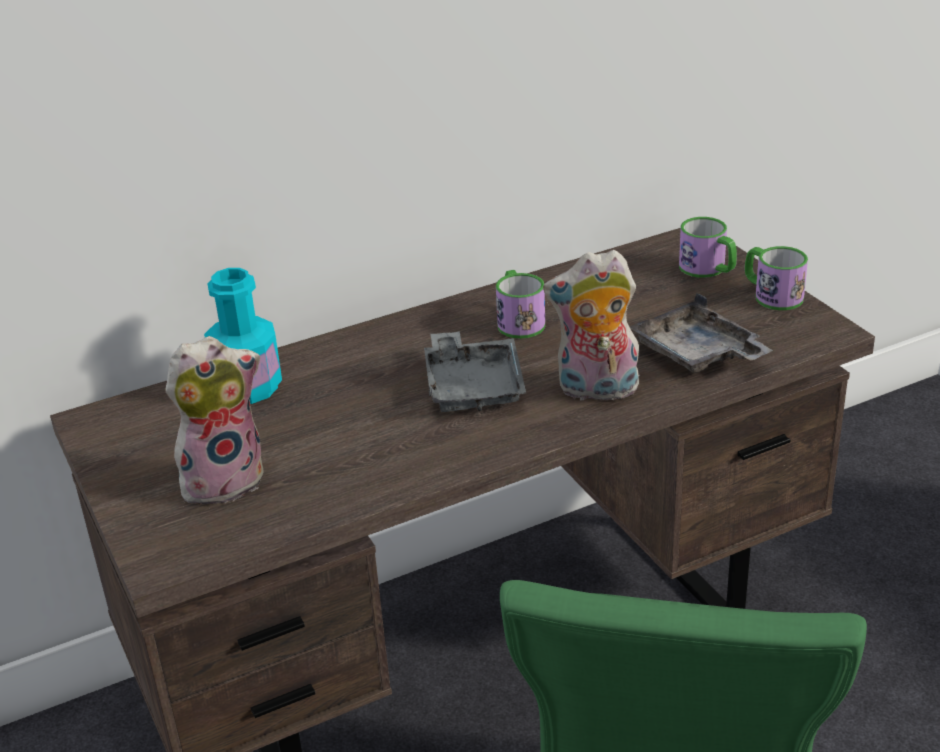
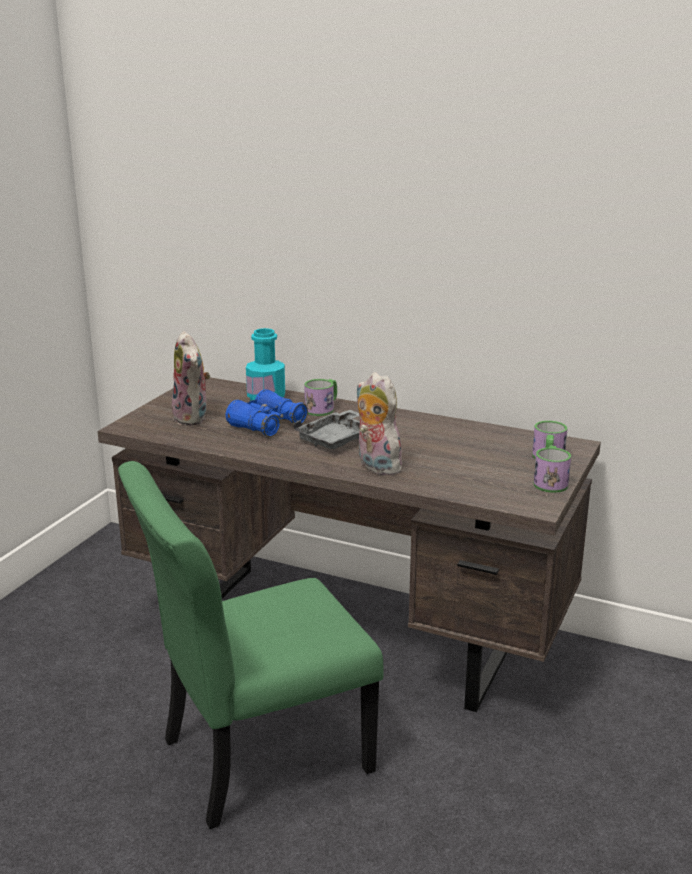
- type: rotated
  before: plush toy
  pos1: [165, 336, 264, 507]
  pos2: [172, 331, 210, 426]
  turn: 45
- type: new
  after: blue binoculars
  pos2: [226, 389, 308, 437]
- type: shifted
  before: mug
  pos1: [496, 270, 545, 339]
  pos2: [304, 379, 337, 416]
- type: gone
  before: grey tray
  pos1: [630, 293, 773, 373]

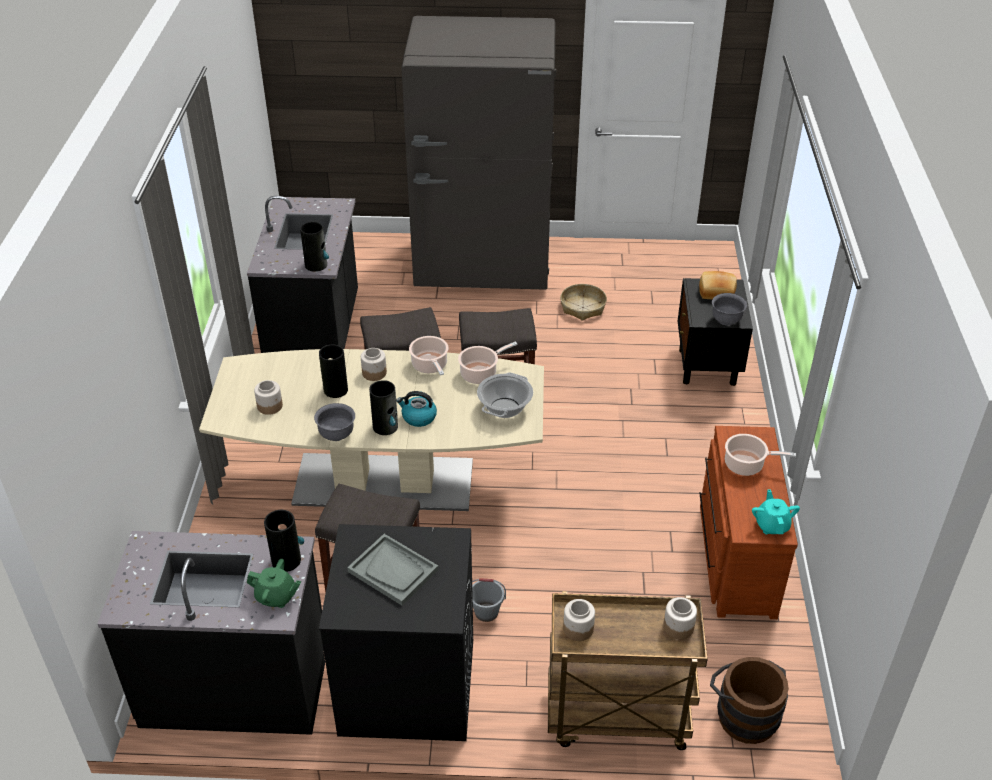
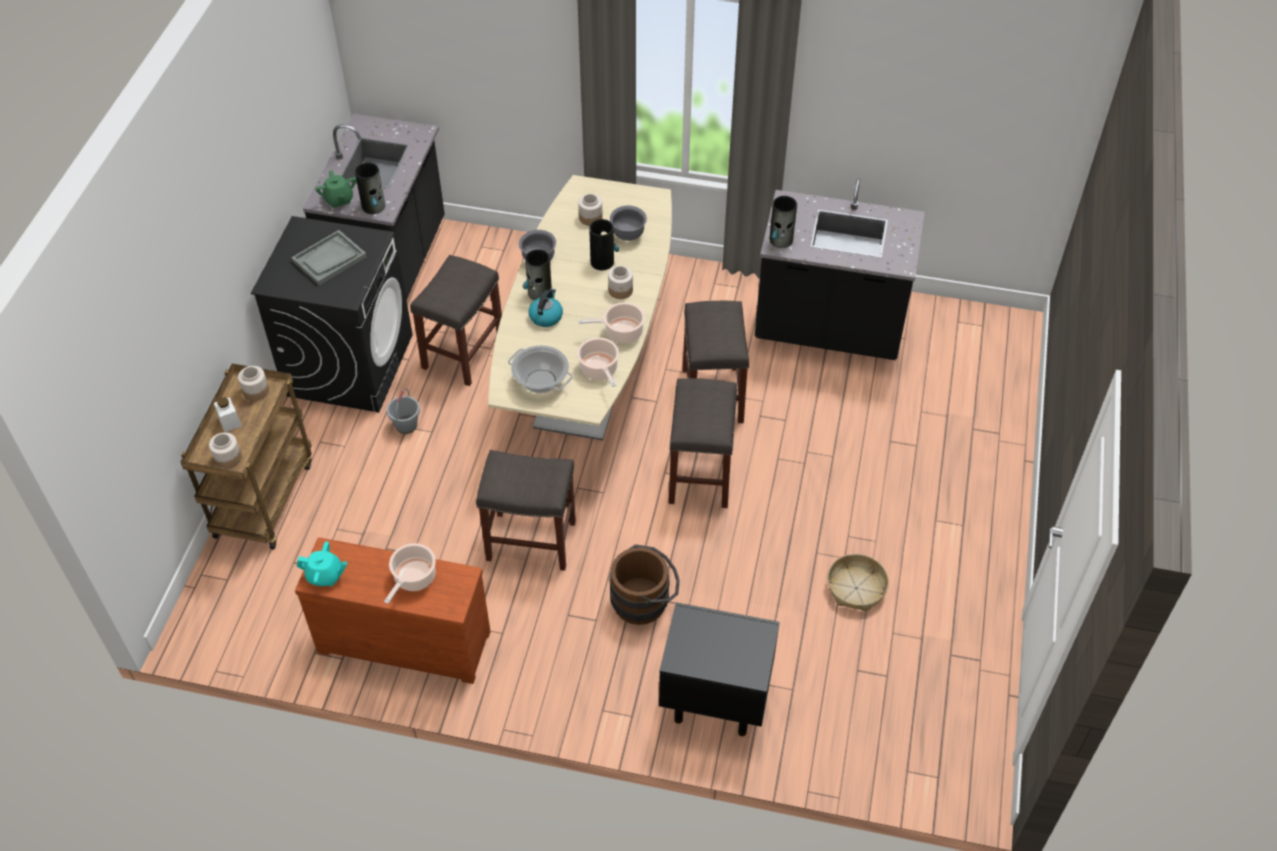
- type: new
  after: white jar
  pos2: [214, 397, 242, 432]
- type: rotated
  before: green teapot
  pos1: [247, 559, 301, 608]
  pos2: [316, 170, 356, 208]
  turn: -45
- type: new
  after: grey stool
  pos2: [476, 450, 576, 571]
- type: shifted
  before: grey bowl
  pos1: [712, 293, 747, 325]
  pos2: [610, 206, 647, 241]
- type: shifted
  before: brown bucket
  pos1: [710, 657, 789, 744]
  pos2: [610, 544, 680, 625]
- type: gone
  before: grey fridge
  pos1: [402, 16, 556, 290]
- type: gone
  before: bread
  pos1: [699, 271, 737, 299]

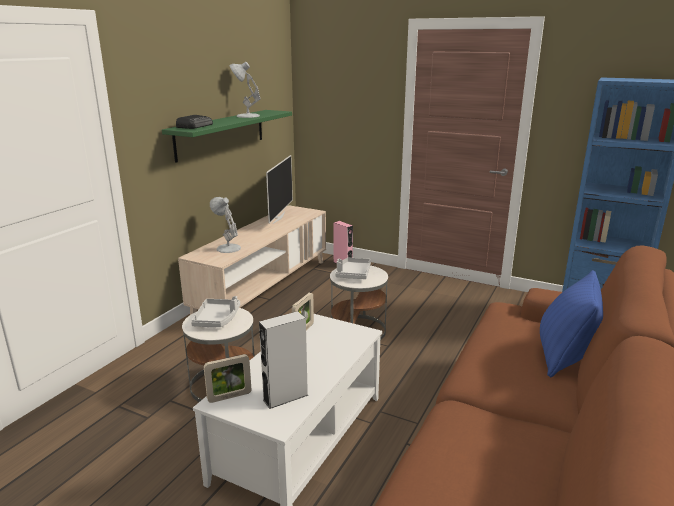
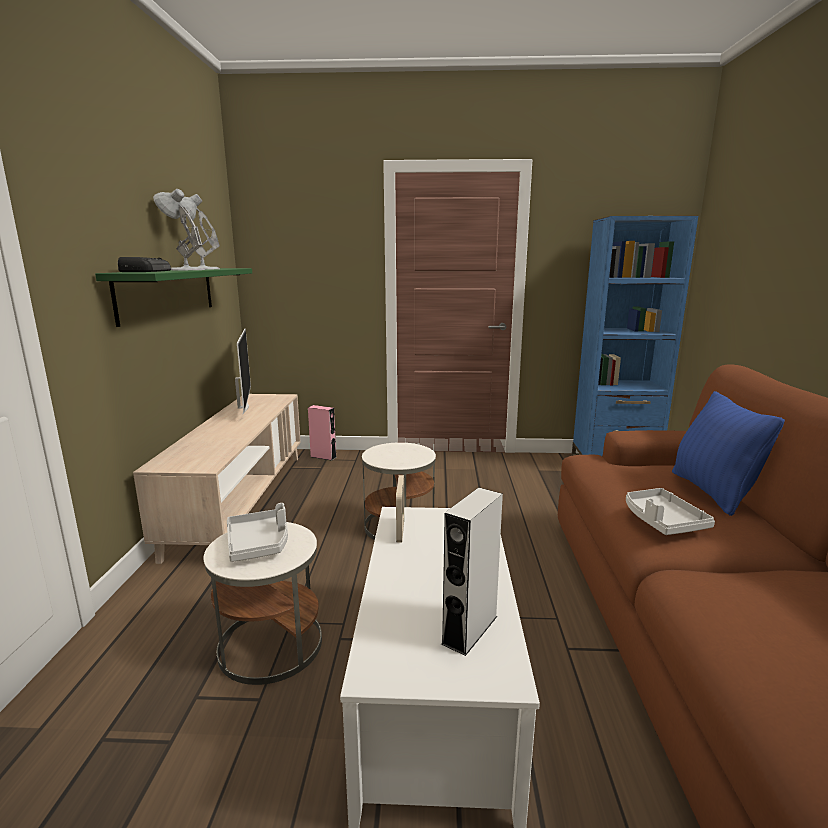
- type: shifted
  before: white table lamp
  pos1: [210, 197, 241, 253]
  pos2: [153, 189, 205, 270]
- type: shifted
  before: grey tray
  pos1: [335, 258, 371, 279]
  pos2: [626, 488, 715, 535]
- type: gone
  before: picture frame
  pos1: [204, 354, 251, 403]

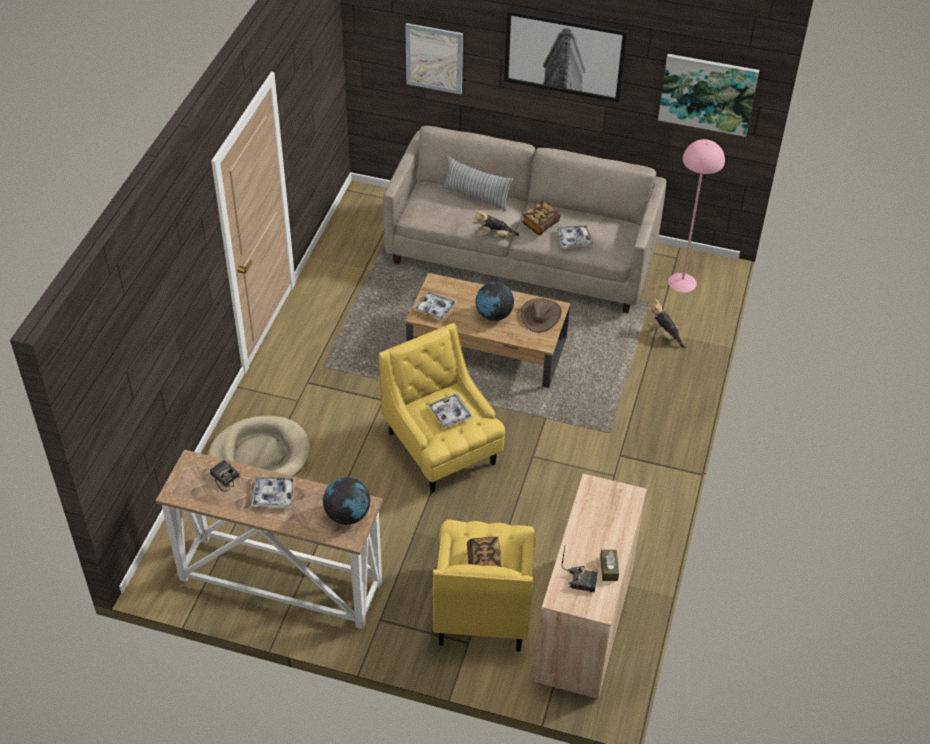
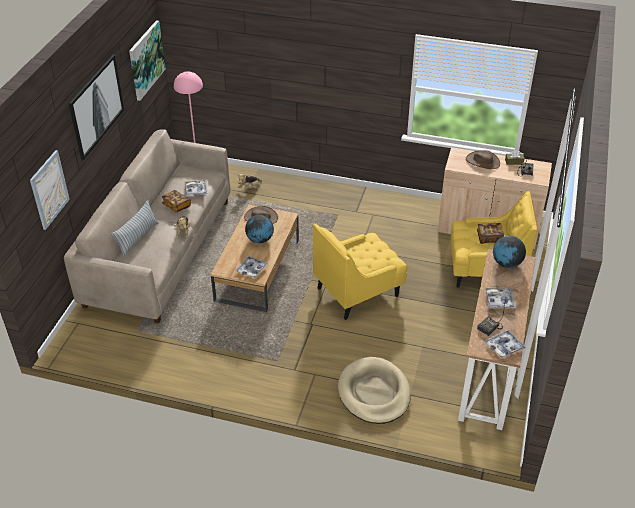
- type: new
  after: brown hat
  pos2: [466, 150, 500, 169]
- type: shifted
  before: tray
  pos1: [427, 394, 473, 428]
  pos2: [484, 330, 526, 359]

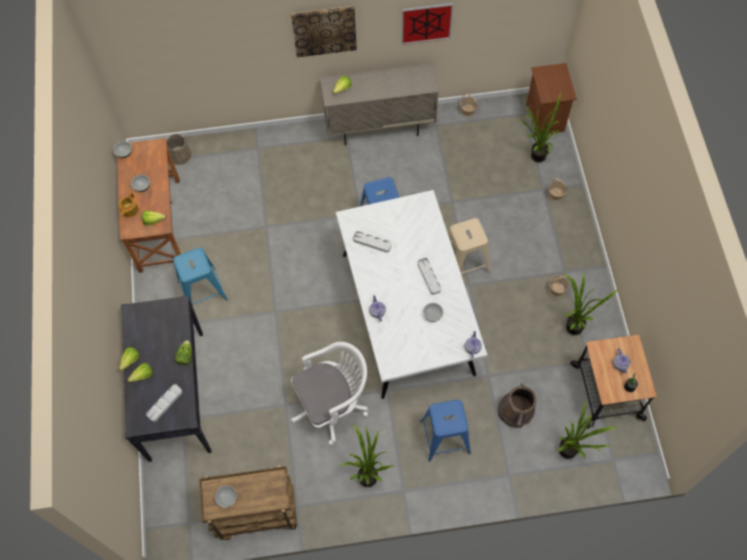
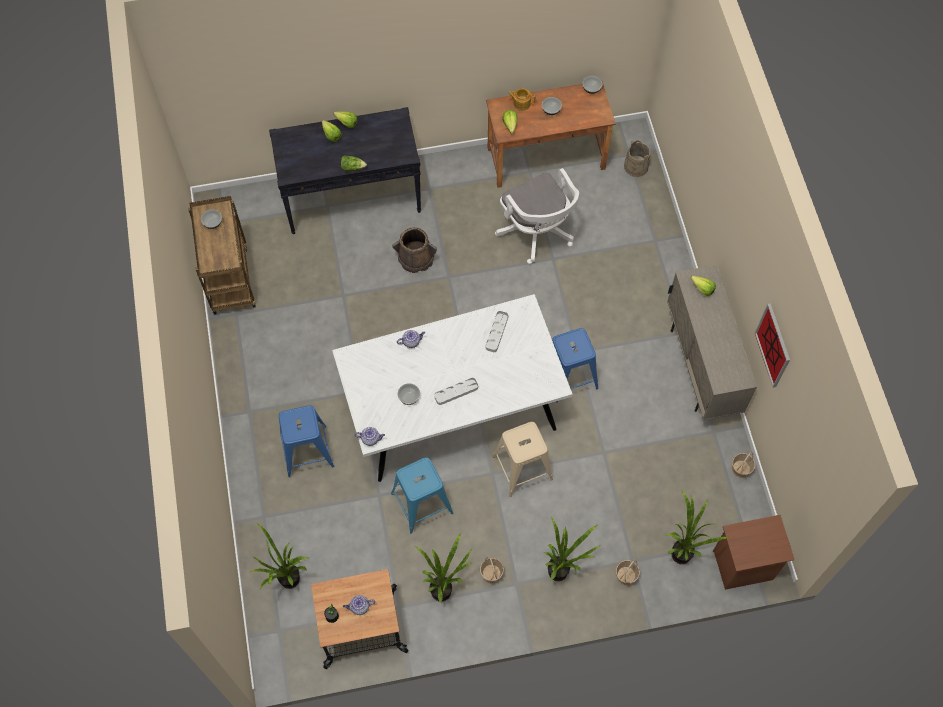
- type: shifted
  before: blue stool
  pos1: [173, 248, 228, 304]
  pos2: [391, 457, 453, 534]
- type: shifted
  before: brown bucket
  pos1: [497, 384, 536, 428]
  pos2: [392, 227, 437, 273]
- type: shifted
  before: white office chair
  pos1: [291, 342, 368, 445]
  pos2: [495, 168, 579, 264]
- type: shifted
  before: potted plant
  pos1: [339, 424, 394, 487]
  pos2: [544, 517, 602, 581]
- type: gone
  before: grey tray
  pos1: [146, 384, 182, 422]
- type: gone
  before: picture
  pos1: [291, 6, 357, 57]

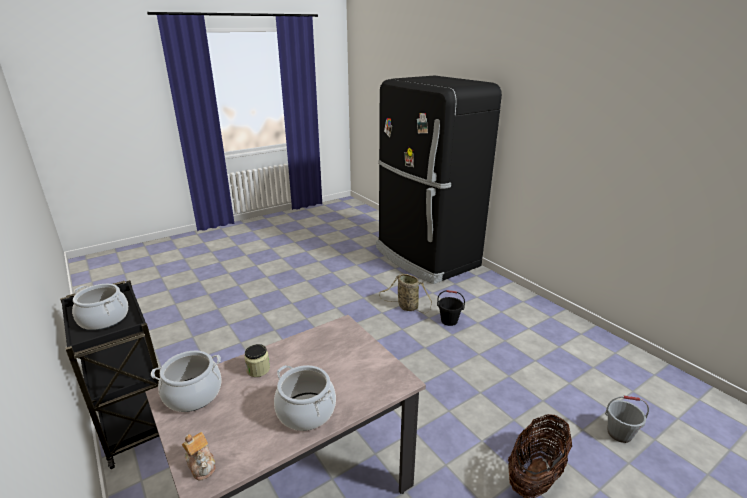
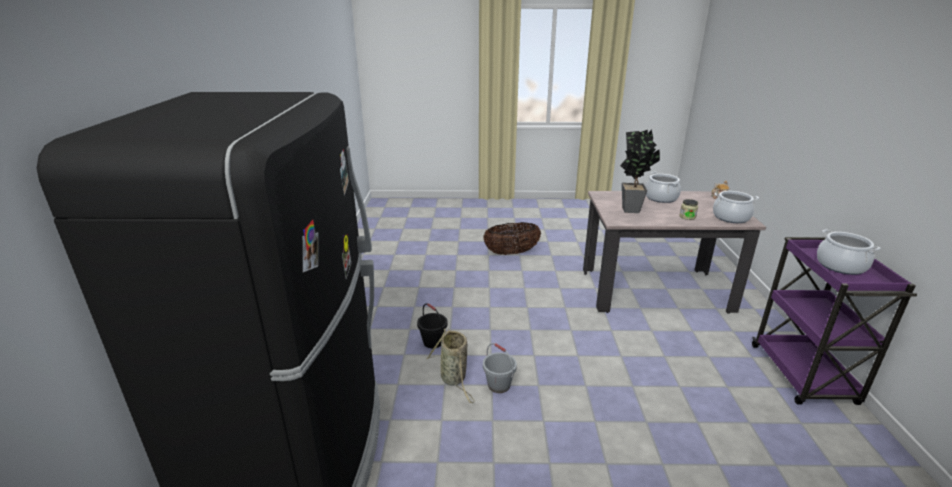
- type: shifted
  before: grey bucket
  pos1: [605, 396, 649, 443]
  pos2: [483, 343, 517, 393]
- type: new
  after: potted plant
  pos2: [620, 129, 660, 213]
- type: repainted
  before: black cart
  after: purple cart
  pos1: [60, 280, 160, 469]
  pos2: [752, 237, 917, 405]

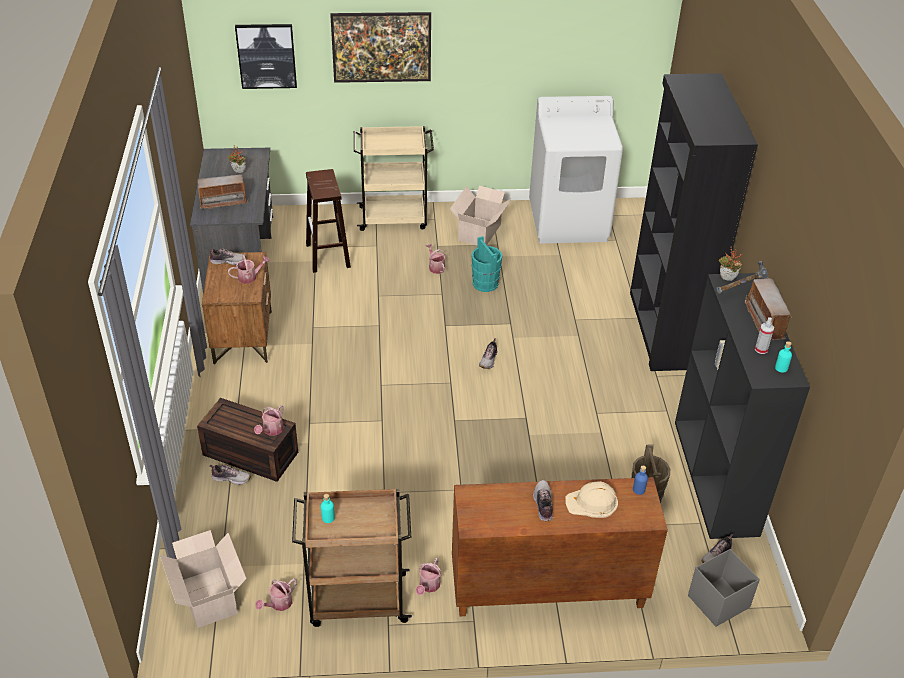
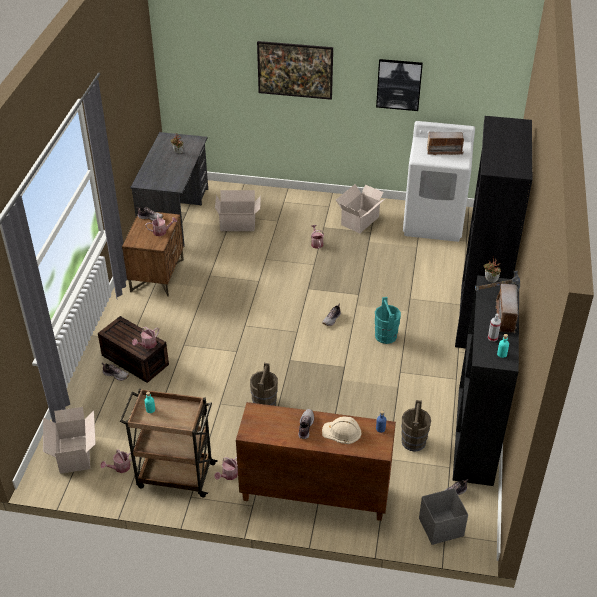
- type: swapped
  before: brown stool
  after: cardboard box
  pos1: [306, 169, 351, 273]
  pos2: [215, 190, 261, 231]
- type: new
  after: brown bucket
  pos2: [250, 363, 278, 406]
- type: shifted
  before: turquoise bucket
  pos1: [472, 236, 503, 292]
  pos2: [375, 297, 401, 344]
- type: shifted
  before: picture
  pos1: [235, 24, 297, 89]
  pos2: [376, 59, 423, 111]
- type: shifted
  before: radio
  pos1: [197, 174, 248, 209]
  pos2: [427, 132, 464, 155]
- type: gone
  before: beige cart
  pos1: [354, 126, 434, 231]

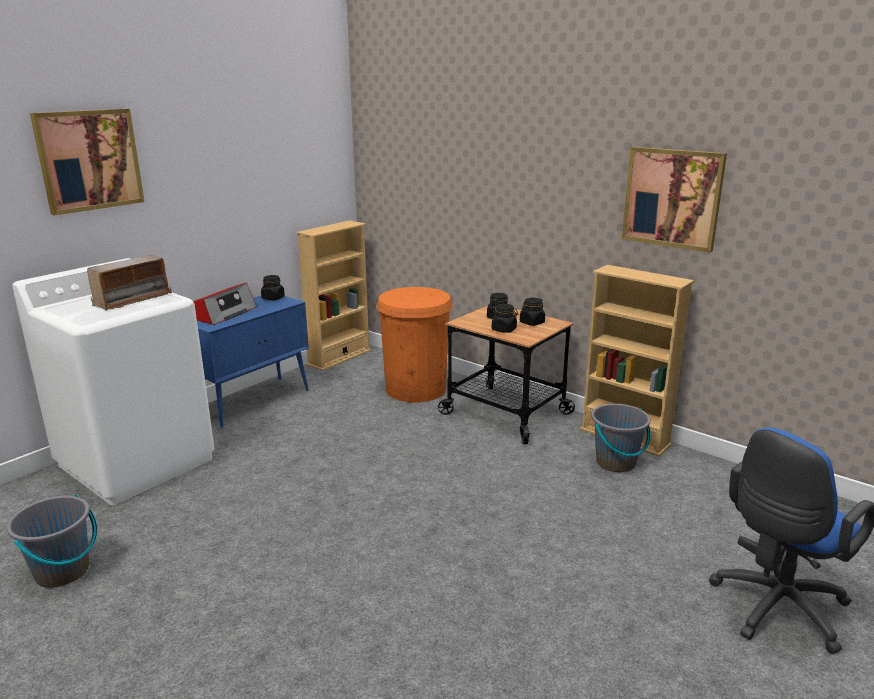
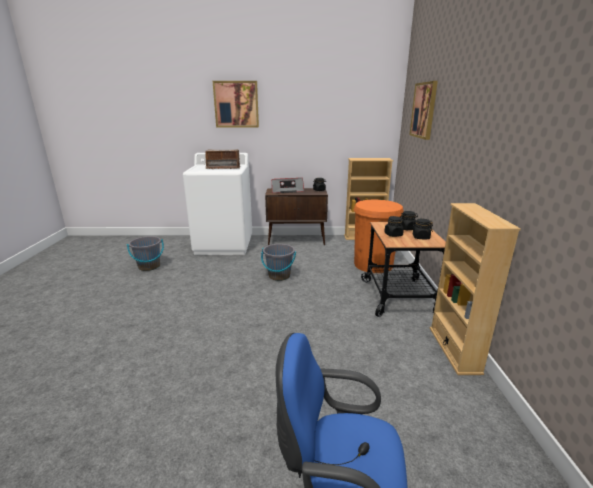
- type: shifted
  before: grey bucket
  pos1: [591, 404, 651, 472]
  pos2: [261, 244, 296, 281]
- type: repainted
  before: blue cabinet
  after: brown cabinet
  pos1: [197, 296, 309, 428]
  pos2: [265, 188, 328, 245]
- type: shifted
  before: picture
  pos1: [622, 147, 727, 253]
  pos2: [410, 81, 438, 140]

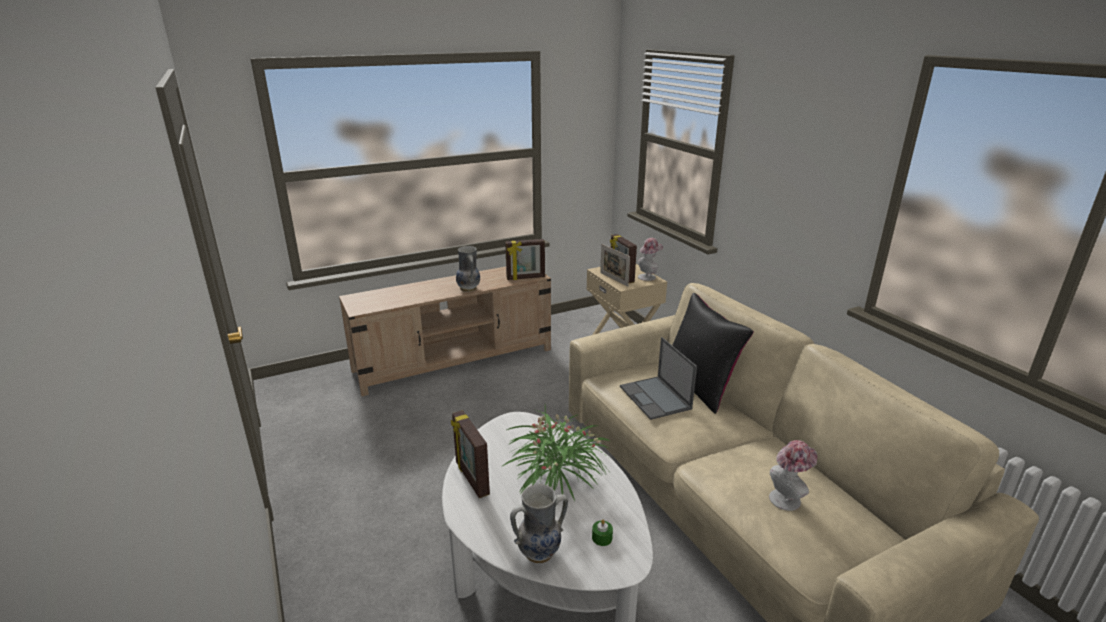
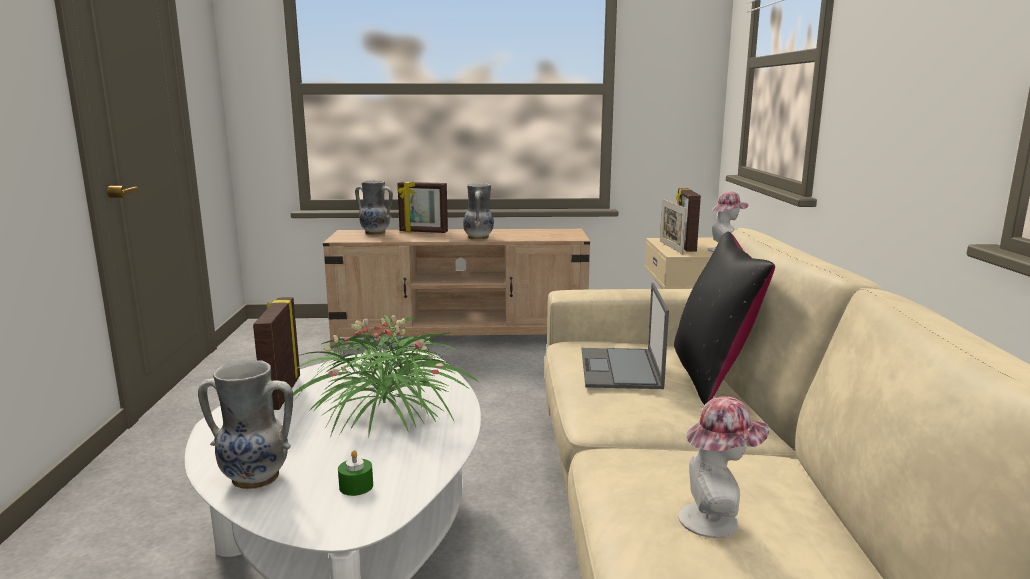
- type: new
  after: vase
  pos2: [355, 180, 393, 235]
- type: shifted
  before: picture frame
  pos1: [505, 239, 545, 280]
  pos2: [397, 181, 448, 233]

